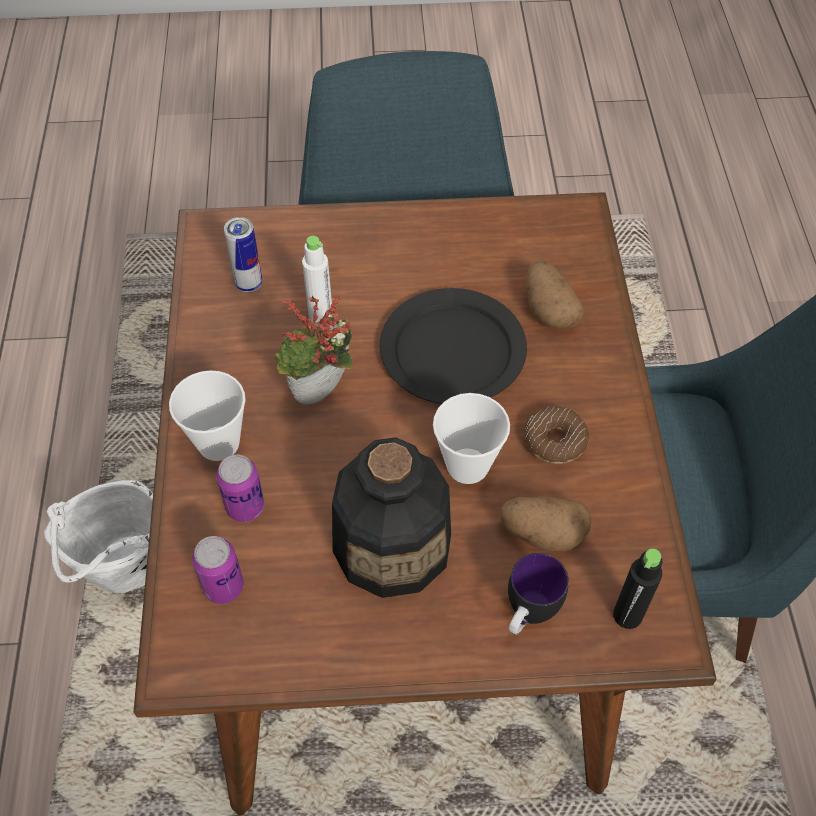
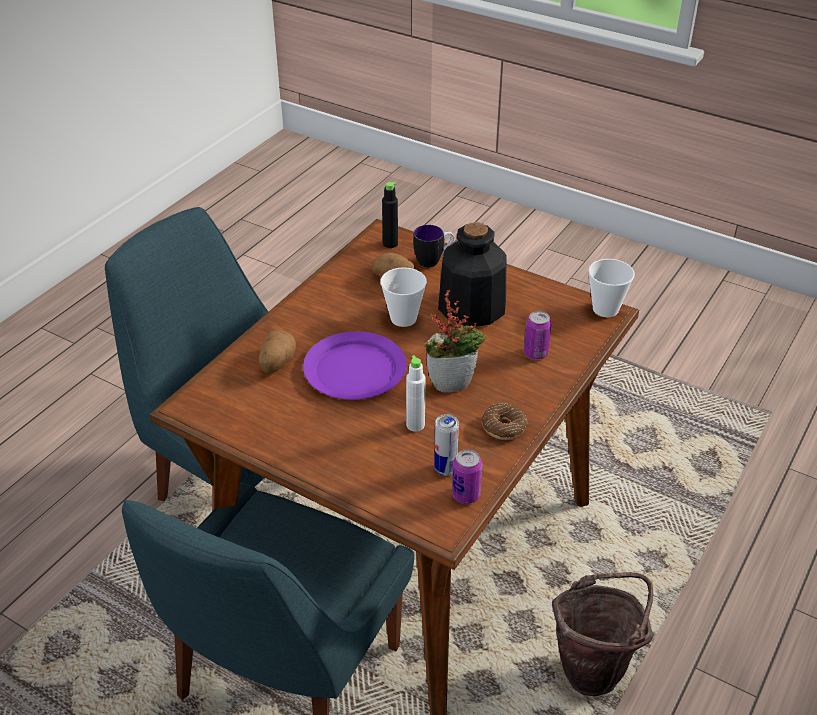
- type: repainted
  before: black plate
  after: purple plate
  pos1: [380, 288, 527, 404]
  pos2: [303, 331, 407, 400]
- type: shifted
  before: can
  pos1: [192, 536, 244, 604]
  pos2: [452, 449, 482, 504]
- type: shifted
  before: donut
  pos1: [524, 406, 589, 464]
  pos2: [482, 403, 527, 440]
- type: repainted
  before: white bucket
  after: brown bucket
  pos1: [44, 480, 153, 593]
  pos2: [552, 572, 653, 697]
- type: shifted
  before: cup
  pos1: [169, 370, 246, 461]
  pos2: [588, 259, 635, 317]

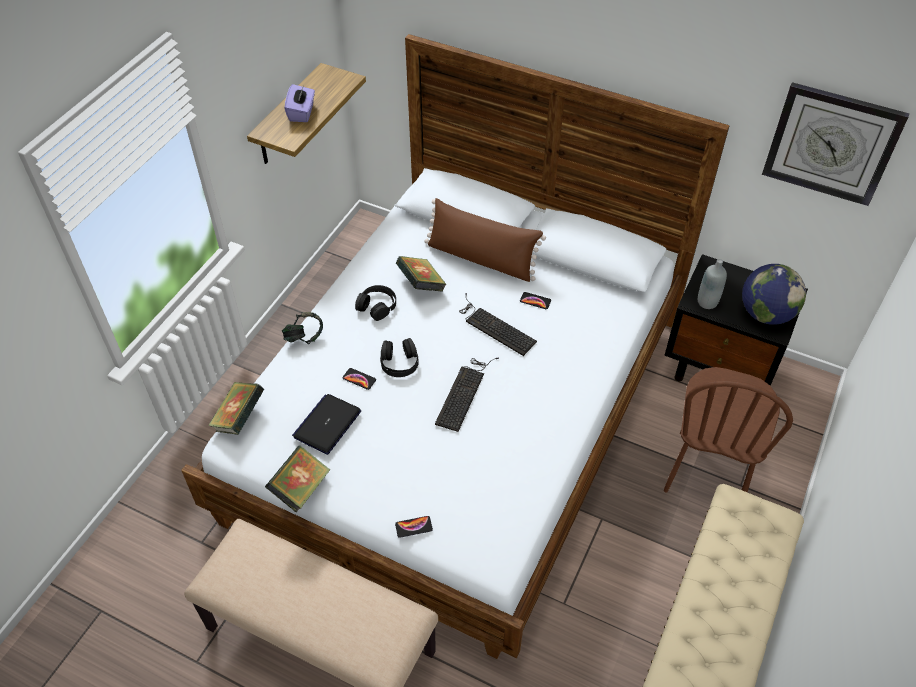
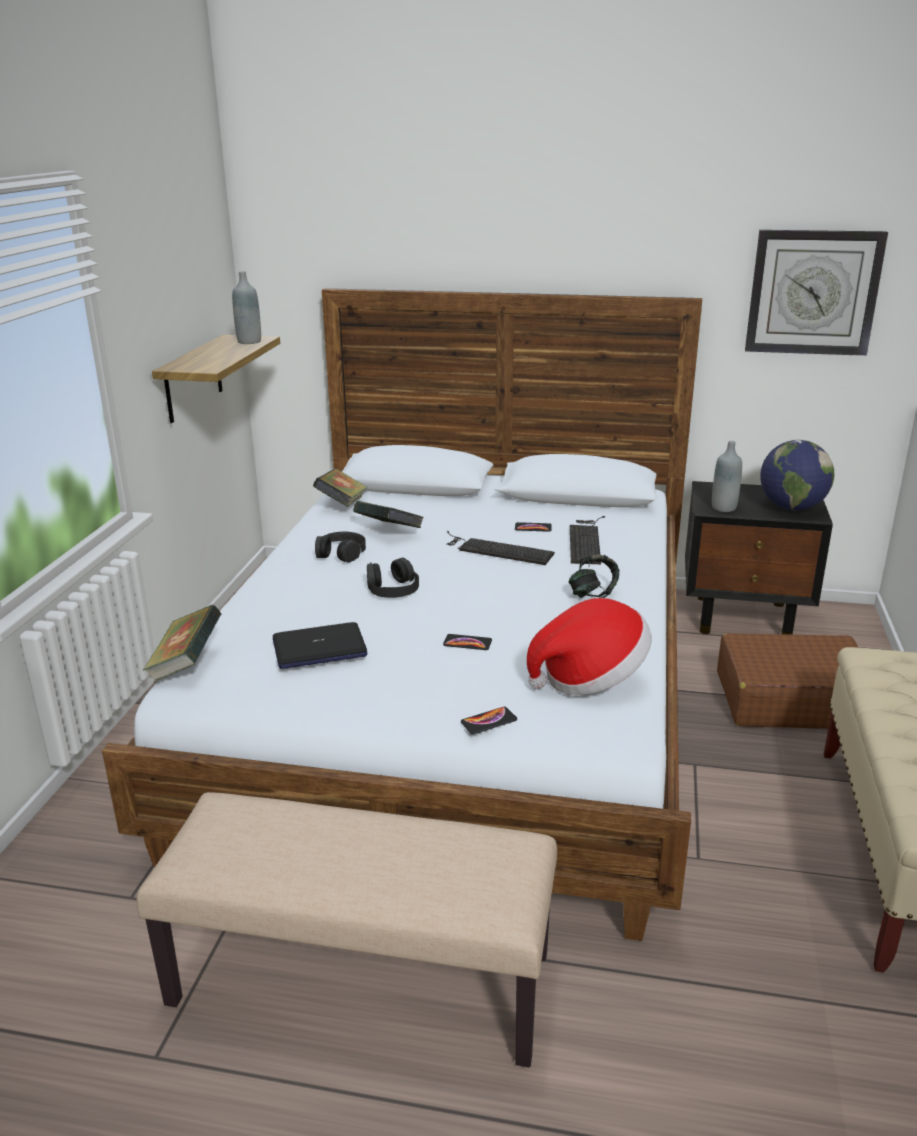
- type: new
  after: grey bottle
  pos2: [232, 271, 261, 344]
- type: rotated
  before: laptop
  pos1: [292, 394, 361, 455]
  pos2: [273, 622, 368, 669]
  turn: -120
- type: shifted
  before: book
  pos1: [265, 445, 330, 512]
  pos2: [313, 468, 367, 507]
- type: shifted
  before: phone
  pos1: [343, 368, 376, 390]
  pos2: [443, 634, 492, 650]
- type: new
  after: hat
  pos2: [527, 598, 652, 695]
- type: shifted
  before: headphones
  pos1: [282, 312, 323, 344]
  pos2: [568, 554, 619, 598]
- type: shifted
  before: keyboard
  pos1: [435, 358, 499, 432]
  pos2: [570, 516, 605, 564]
- type: swapped
  before: brown chair
  after: brown suitcase
  pos1: [664, 367, 793, 492]
  pos2: [717, 633, 859, 729]
- type: gone
  before: purple tissue box
  pos1: [284, 84, 315, 122]
- type: gone
  before: brown pillow
  pos1: [424, 198, 546, 282]

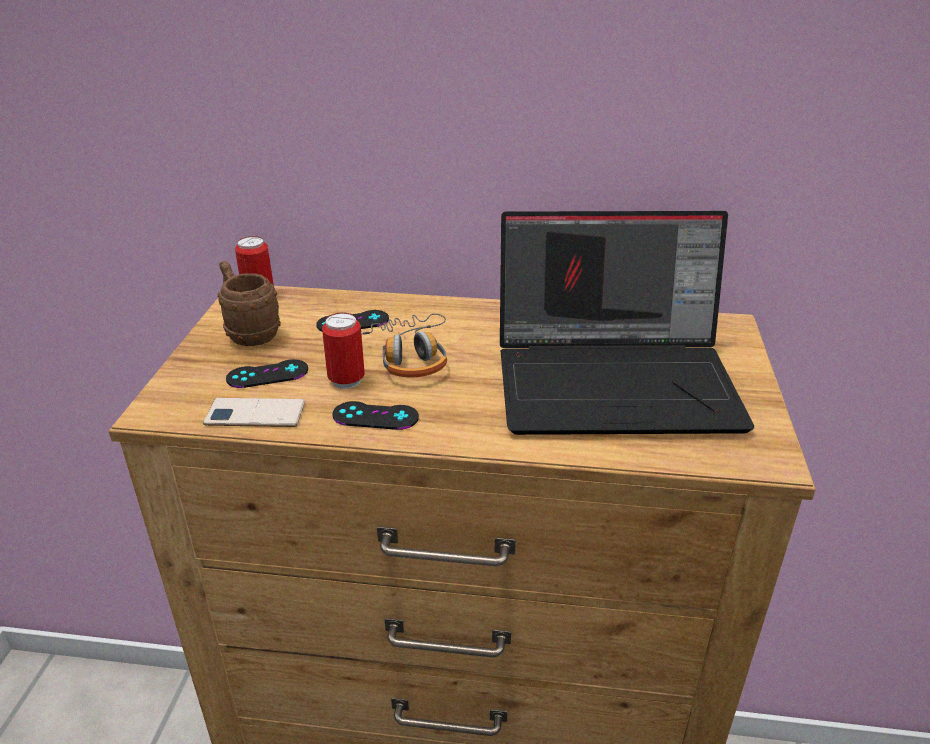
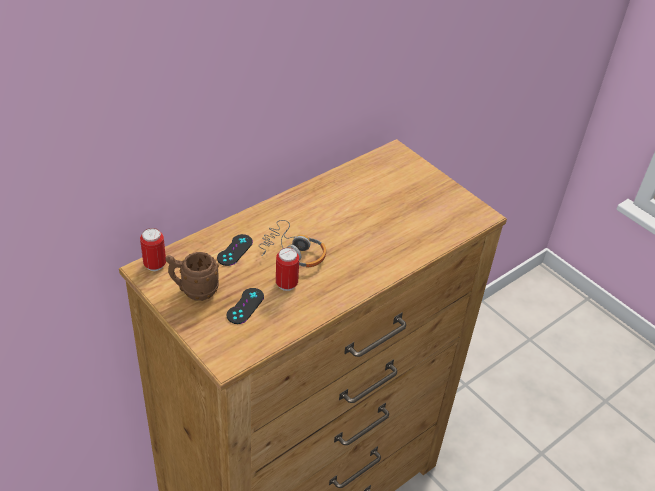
- type: gone
  before: phone
  pos1: [203, 398, 305, 427]
- type: gone
  before: black game controller
  pos1: [332, 401, 419, 430]
- type: gone
  before: laptop
  pos1: [500, 211, 754, 435]

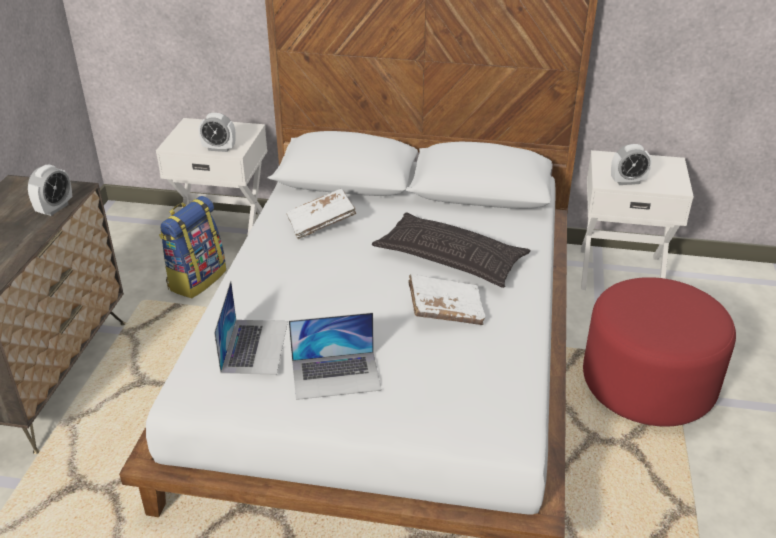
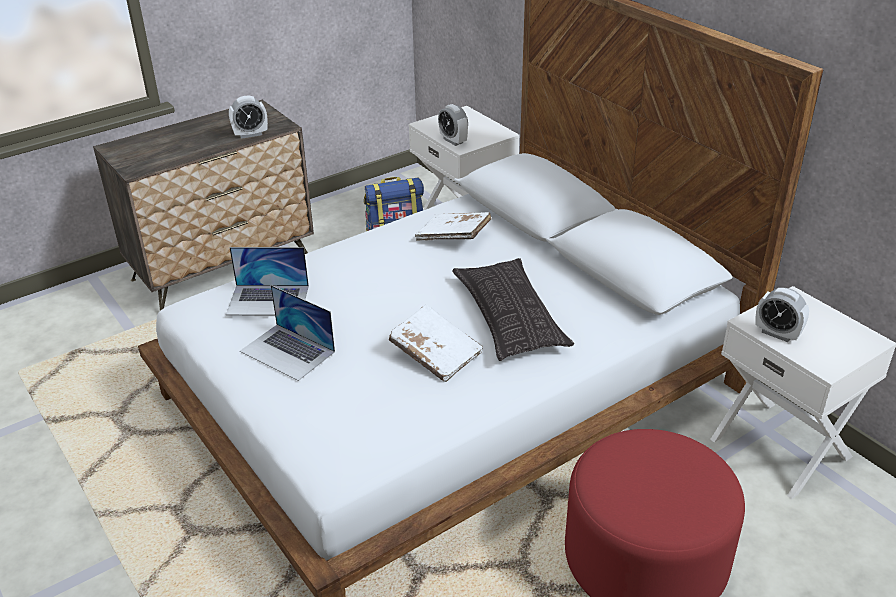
- type: rotated
  before: laptop
  pos1: [214, 281, 288, 375]
  pos2: [226, 247, 309, 315]
  turn: 45

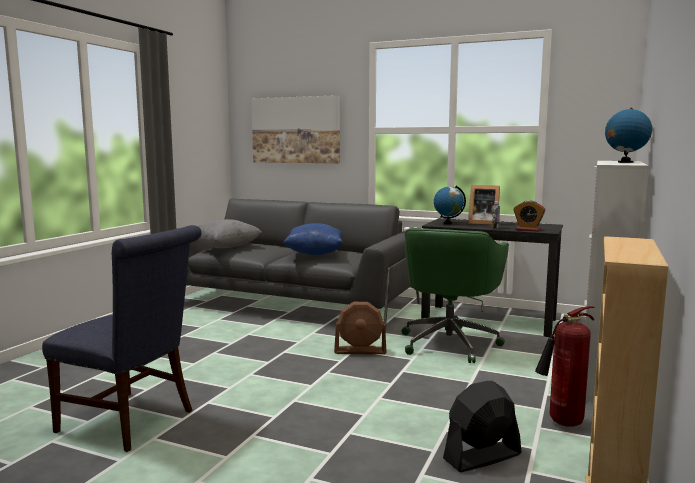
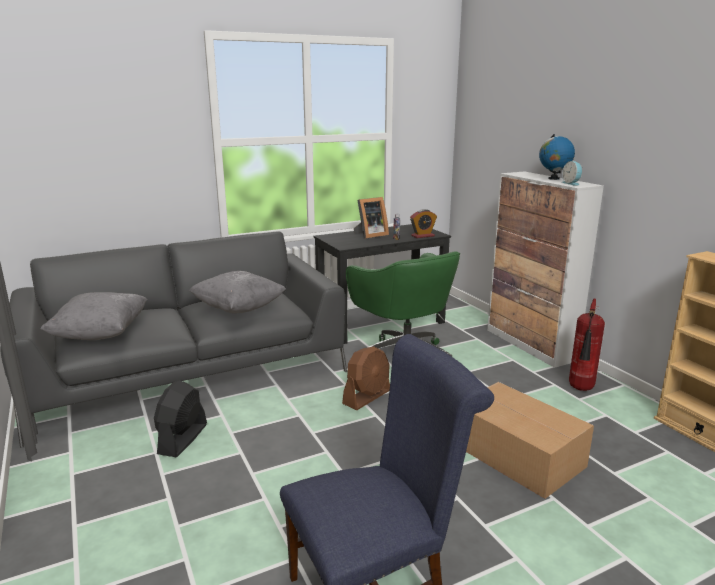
- type: shifted
  before: black fan
  pos1: [443, 381, 521, 472]
  pos2: [154, 380, 207, 457]
- type: repainted
  before: blue pillow
  after: grey pillow
  pos1: [284, 223, 343, 255]
  pos2: [189, 271, 286, 313]
- type: new
  after: cardboard box
  pos2: [466, 382, 594, 499]
- type: new
  after: alarm clock
  pos2: [561, 161, 582, 186]
- type: gone
  before: picture
  pos1: [251, 95, 340, 163]
- type: gone
  before: globe
  pos1: [434, 186, 466, 224]

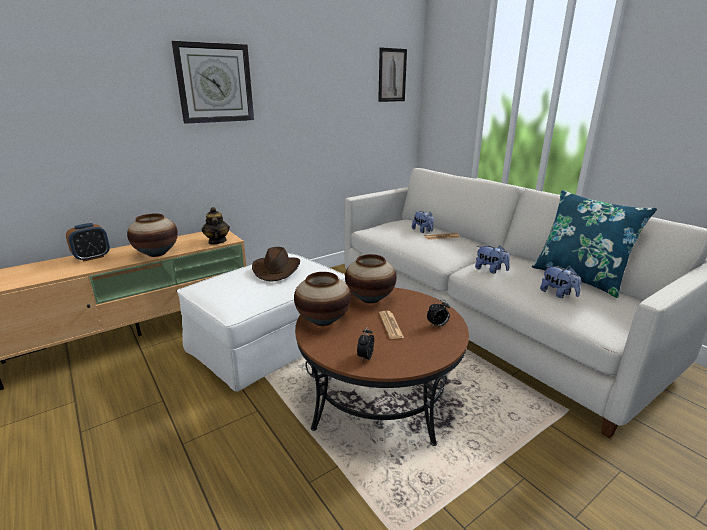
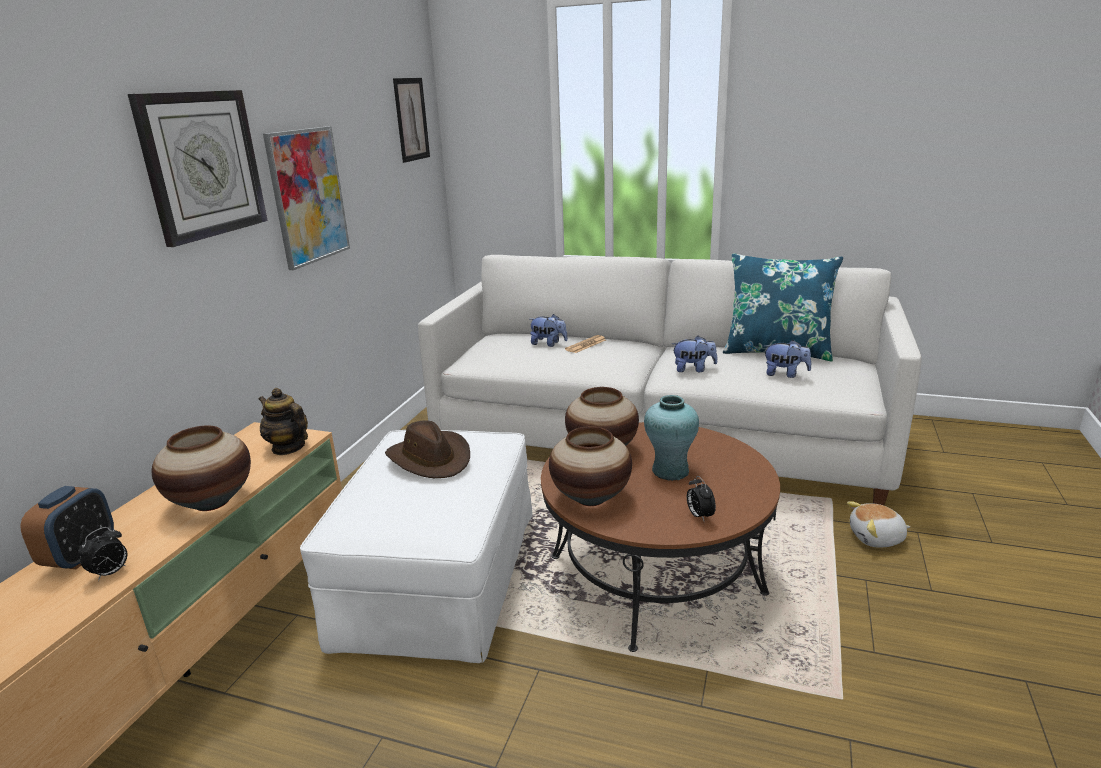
- type: shifted
  before: alarm clock
  pos1: [427, 300, 450, 327]
  pos2: [78, 527, 127, 581]
- type: new
  after: picture
  pos2: [263, 126, 350, 270]
- type: swapped
  before: newspaper
  after: turquoise vase
  pos1: [379, 311, 404, 339]
  pos2: [644, 395, 699, 481]
- type: new
  after: plush toy
  pos2: [847, 501, 910, 548]

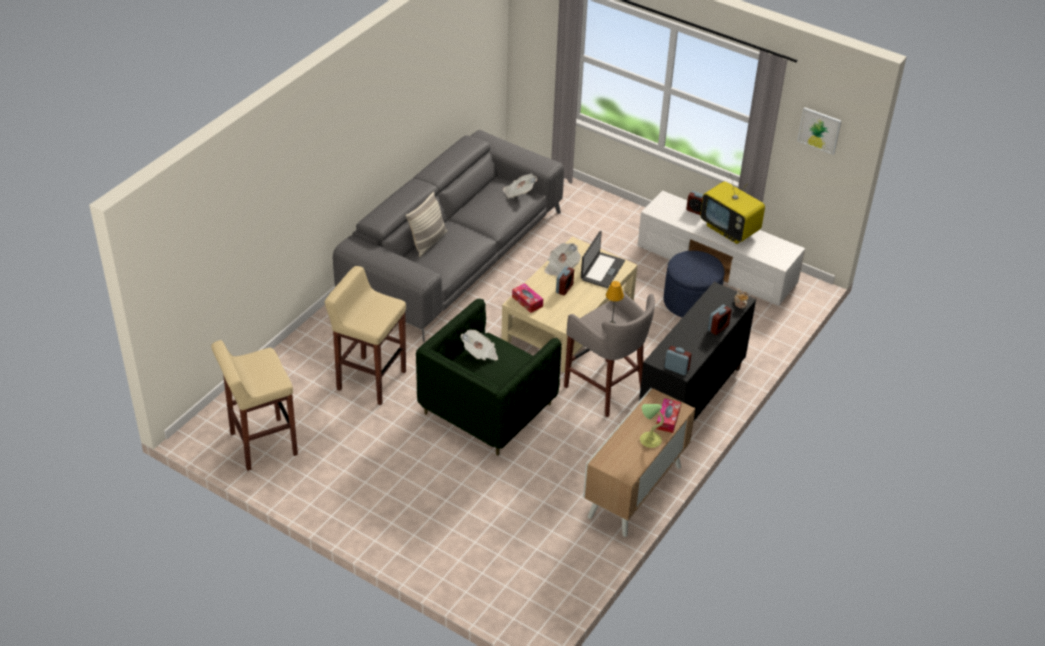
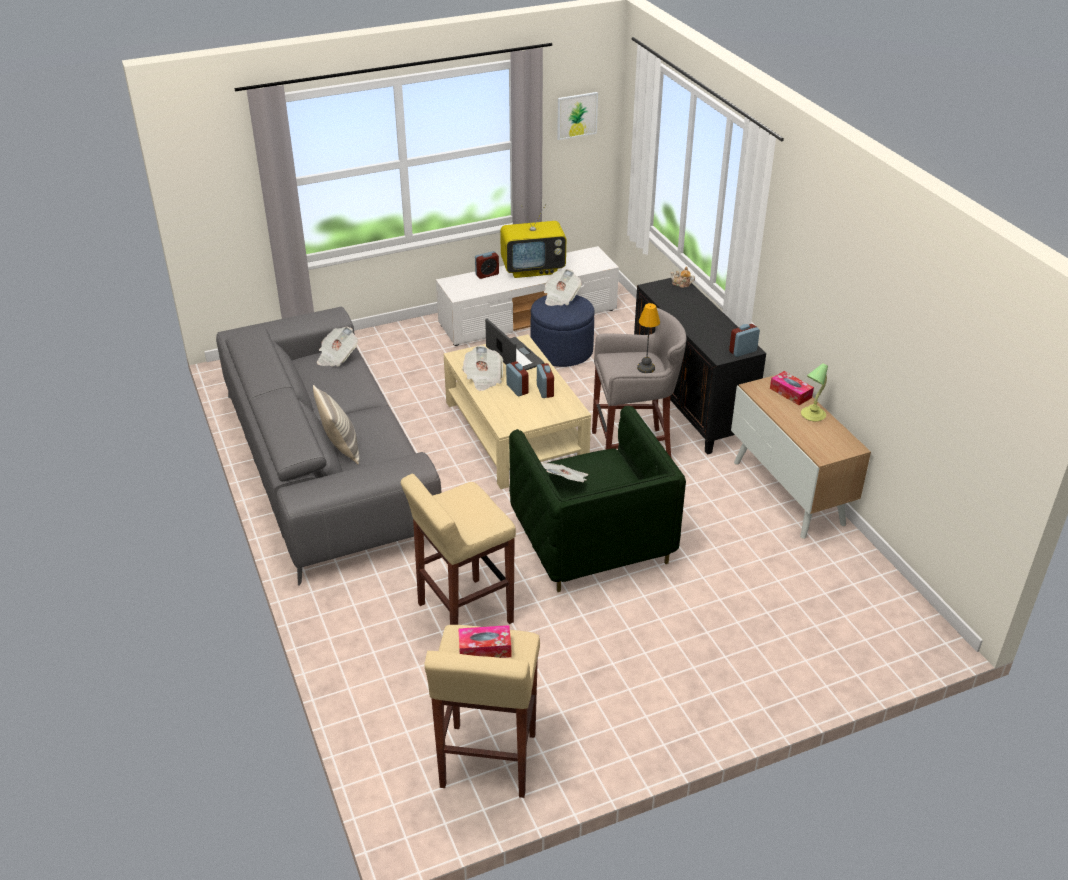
- type: shifted
  before: tissue box
  pos1: [512, 283, 543, 313]
  pos2: [458, 625, 512, 658]
- type: shifted
  before: alarm clock
  pos1: [708, 305, 732, 335]
  pos2: [537, 363, 554, 398]
- type: new
  after: newspaper
  pos2: [544, 269, 581, 306]

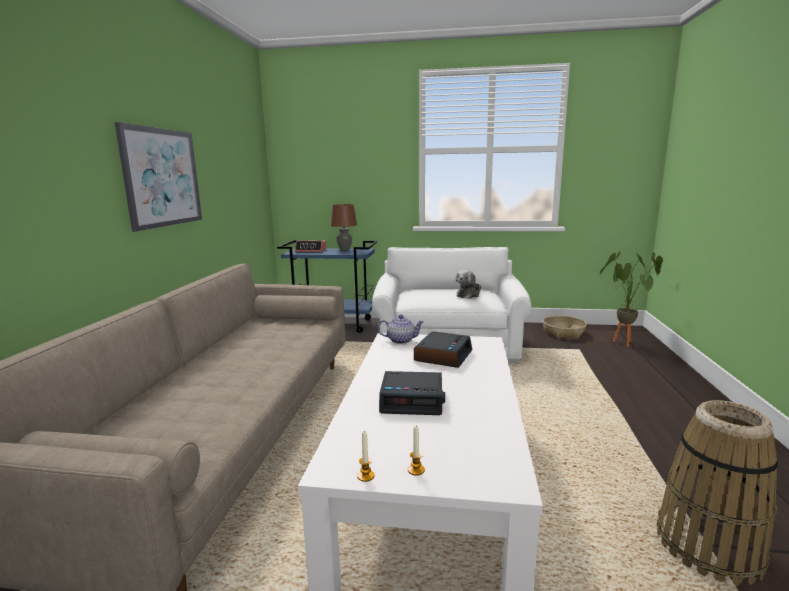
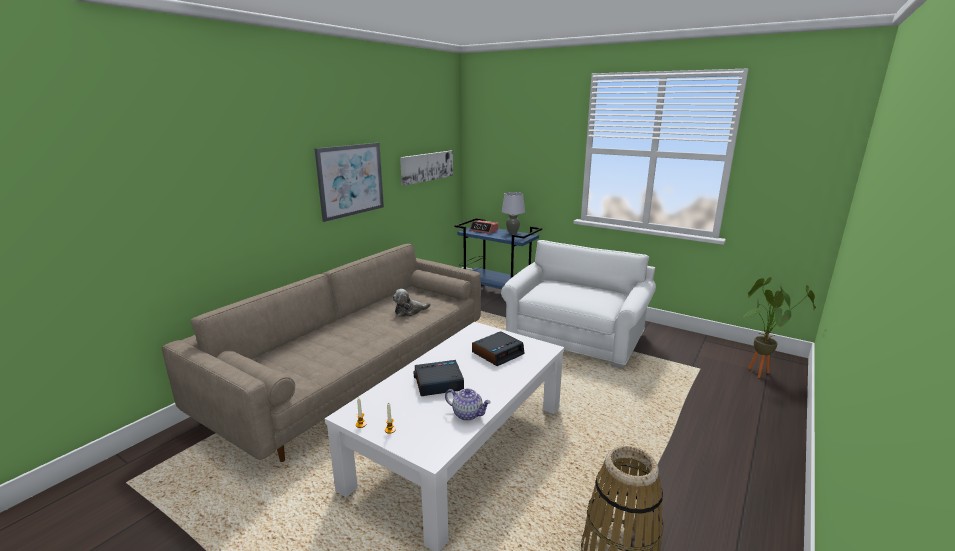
- type: shifted
  before: plush toy
  pos1: [456, 270, 482, 299]
  pos2: [392, 289, 431, 317]
- type: new
  after: picture
  pos2: [400, 151, 453, 186]
- type: rotated
  before: alarm clock
  pos1: [379, 371, 445, 415]
  pos2: [413, 360, 464, 396]
  turn: 135
- type: shifted
  before: teapot
  pos1: [377, 314, 424, 344]
  pos2: [445, 388, 491, 421]
- type: repainted
  before: brown table lamp
  after: grey table lamp
  pos1: [330, 204, 357, 250]
  pos2: [502, 192, 525, 234]
- type: gone
  before: basket
  pos1: [543, 316, 587, 338]

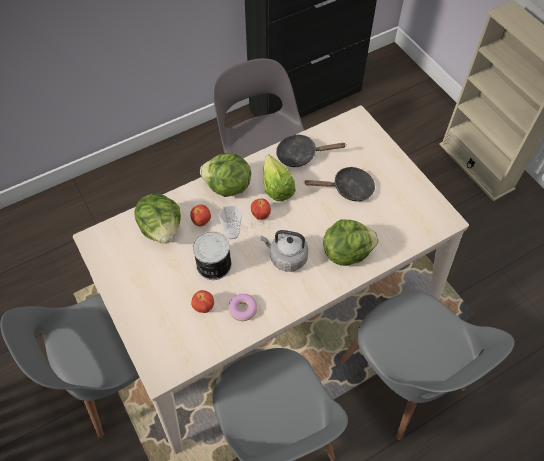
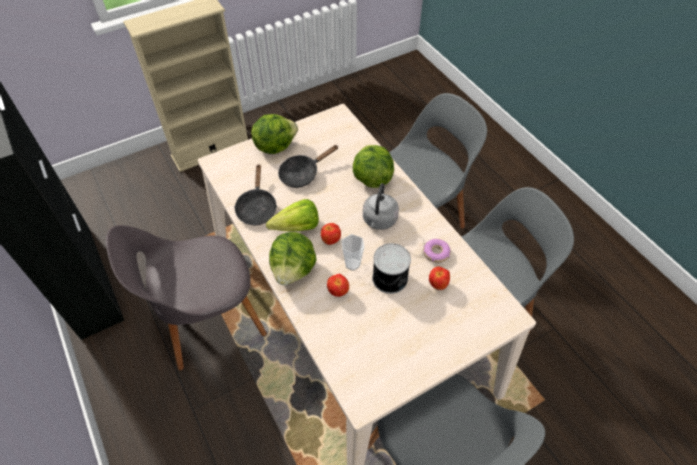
- type: shifted
  before: lettuce
  pos1: [134, 194, 181, 244]
  pos2: [251, 114, 298, 154]
- type: rotated
  before: black frying pan
  pos1: [304, 166, 375, 202]
  pos2: [278, 145, 338, 188]
  turn: -120

